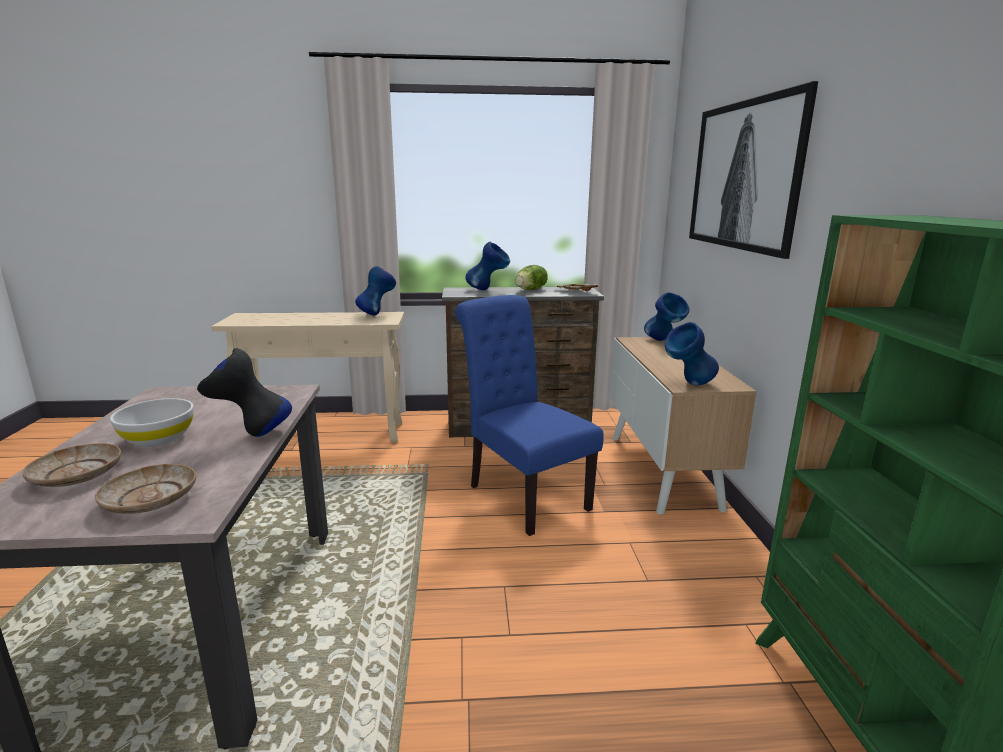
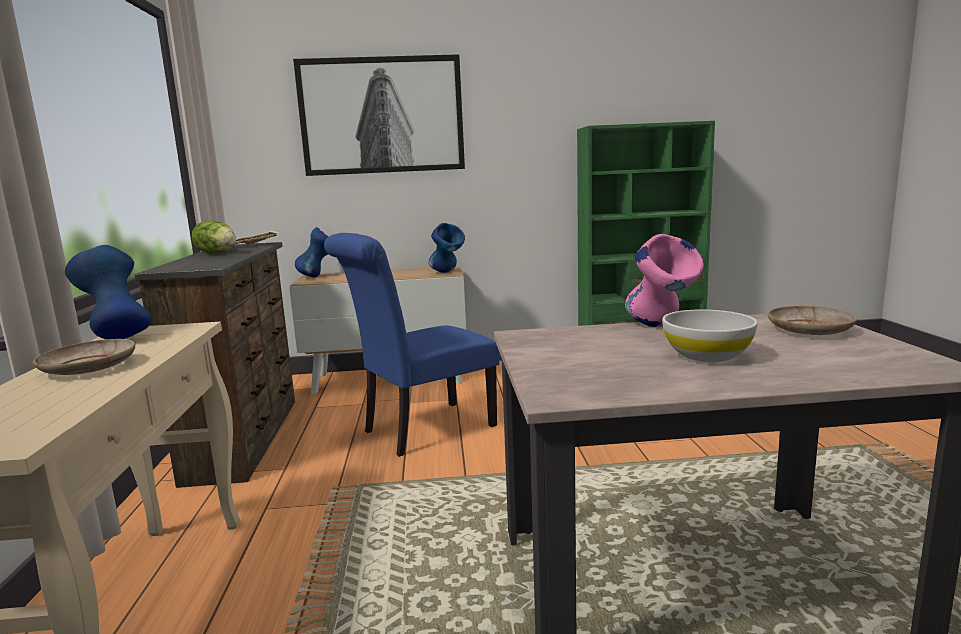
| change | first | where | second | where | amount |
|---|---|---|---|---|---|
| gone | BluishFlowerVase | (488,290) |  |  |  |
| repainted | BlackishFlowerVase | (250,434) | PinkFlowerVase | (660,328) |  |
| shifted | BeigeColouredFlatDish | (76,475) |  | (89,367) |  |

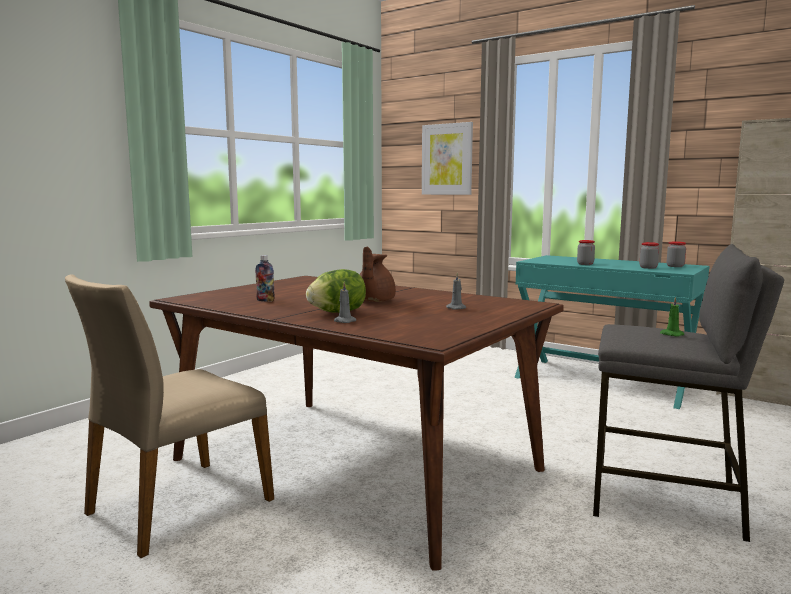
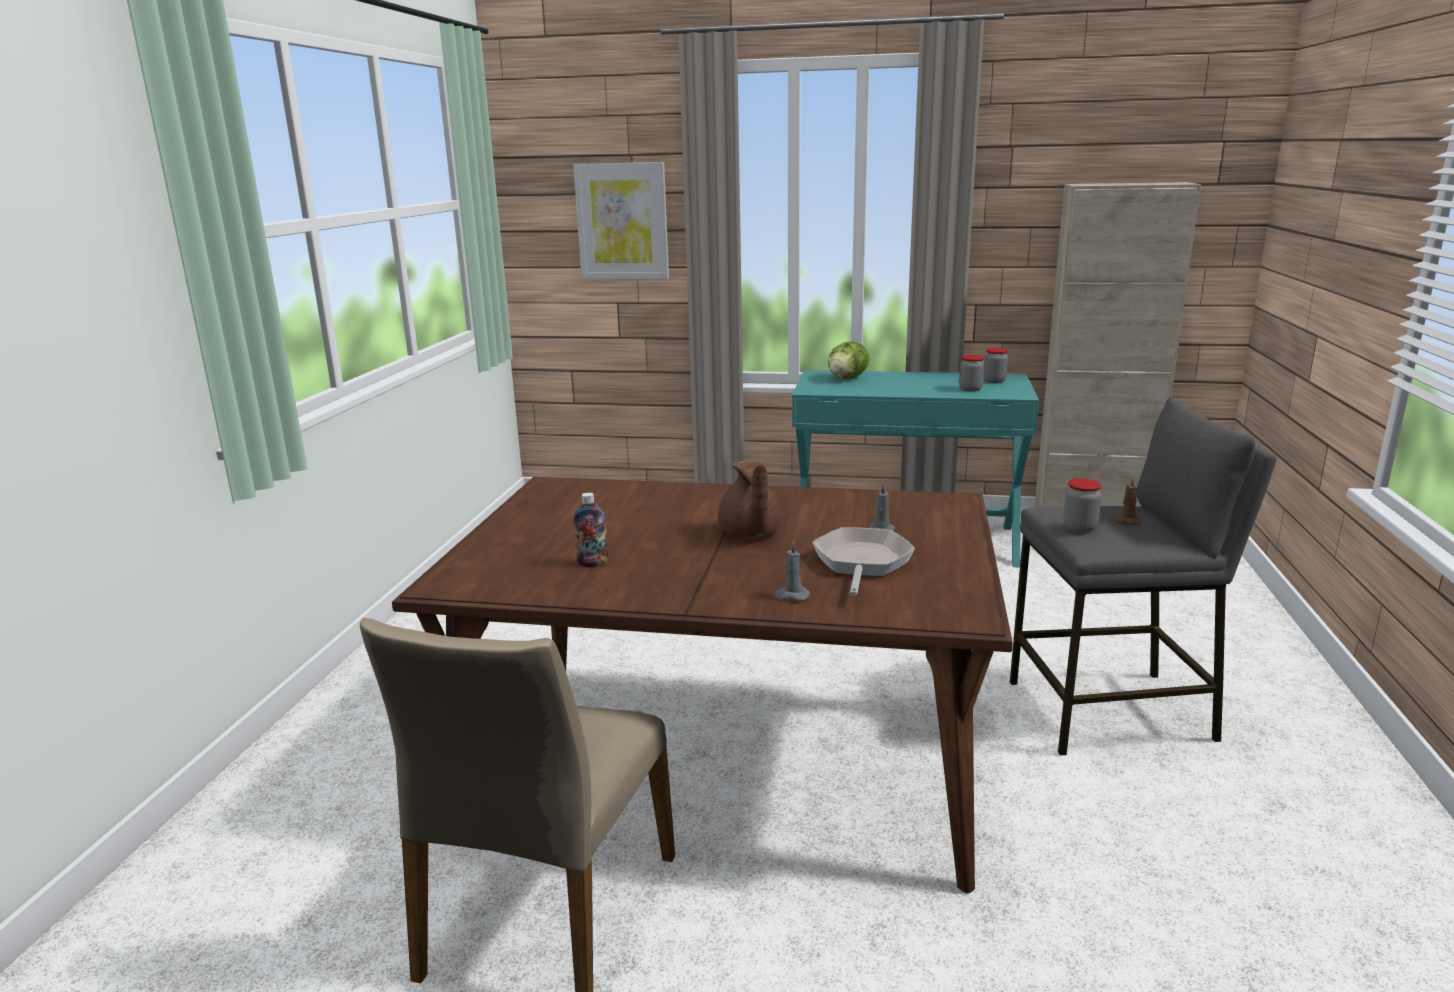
| change | first | where | second | where | amount |
|---|---|---|---|---|---|
| shifted | PreserveJar | (585,264) |  | (1079,528) |  |
| shifted | Lettuce | (337,312) |  | (847,378) |  |
| repainted | GreenishWaxCandle | (671,334) | BrownishWaxCandle | (1125,521) |  |
| new |  |  | FryingPan | (861,563) |  |

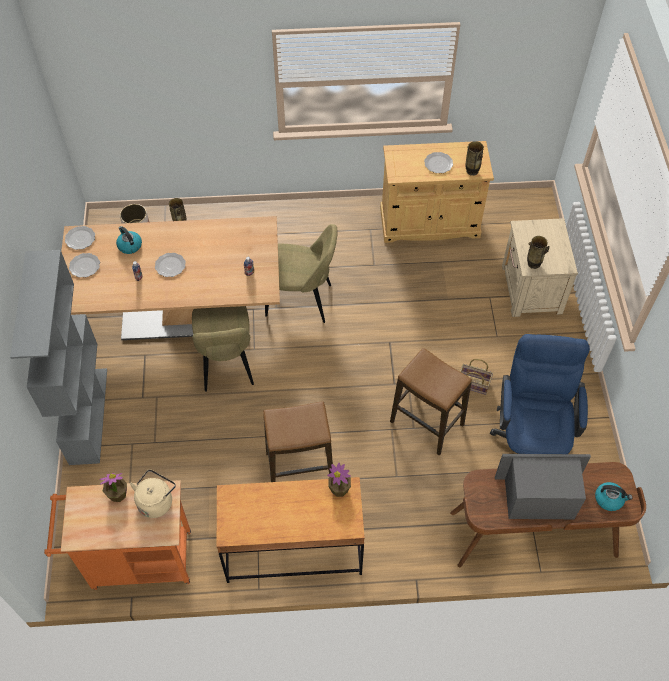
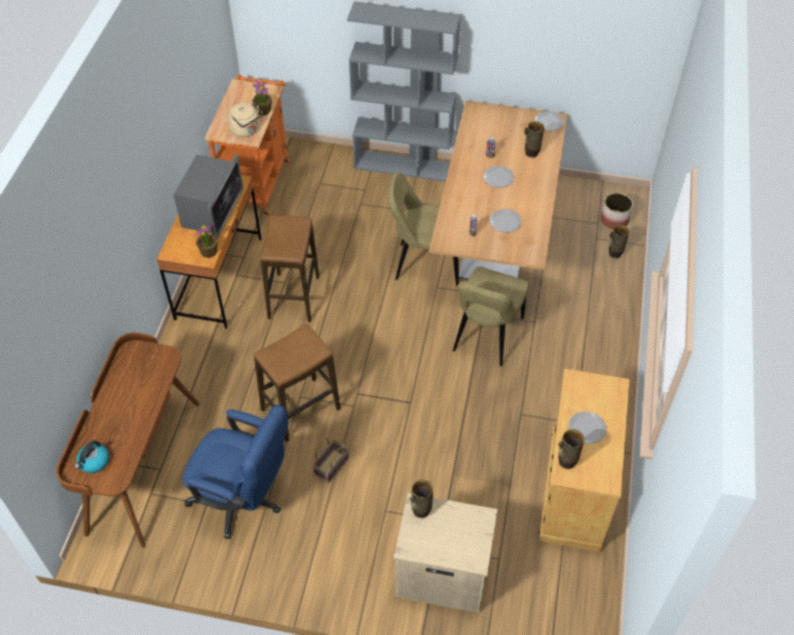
| change | first | where | second | where | amount |
|---|---|---|---|---|---|
| swapped | WaterKettle | (129,245) | FlowerVase | (531,153) |  |
| shifted | FlatDish | (85,266) |  | (505,222) |  |
| shifted | Microwave | (538,497) |  | (211,210) |  |

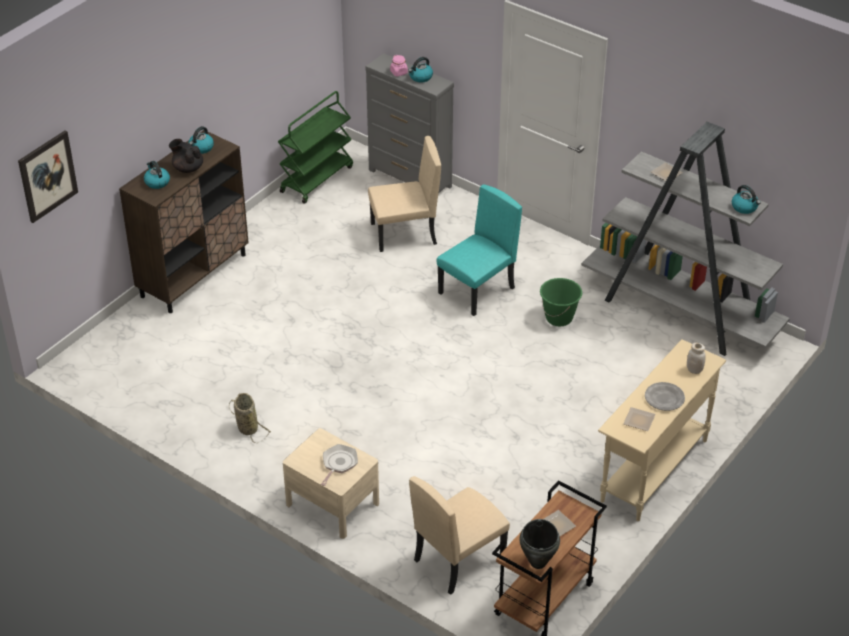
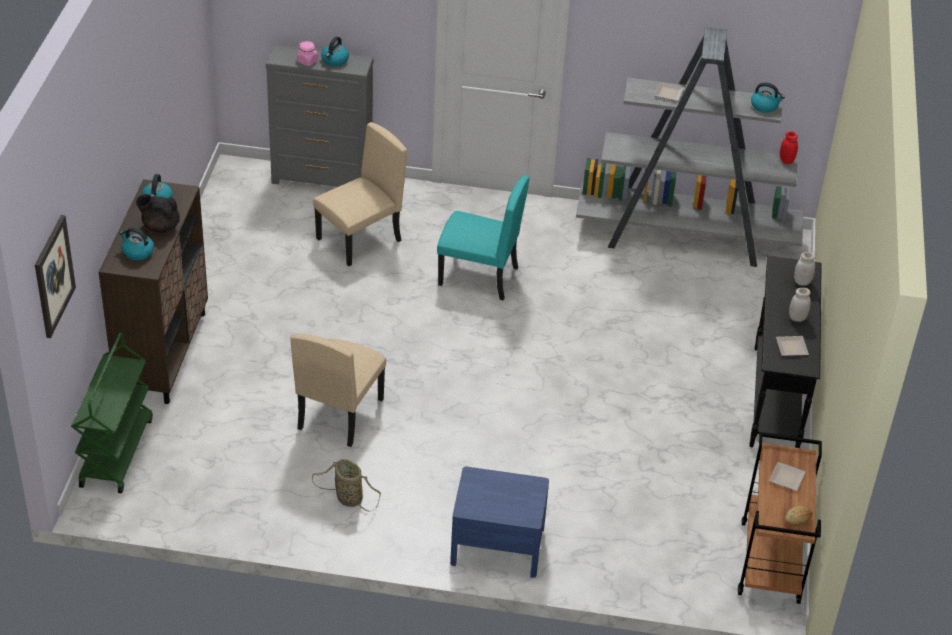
| change | first | where | second | where | amount |
|---|---|---|---|---|---|
| shifted | GreenishWheeledCart | (316,179) |  | (116,452) |  |
| rotated | TurquoiseColouredPlainChair | (477,291) |  | (478,276) | 90 degrees clockwise |
| gone | GreenishPail | (559,318) |  |  |  |
| repainted | BeigeColouredHallTable | (653,470) | BlackishHallTable | (775,399) |  |
| swapped | GreyFlatDish | (664,398) | WhitePreserveJar | (797,318) |  |
| repainted | BeigeColouredBedsideTable | (332,504) | BluishBedsideTable | (497,545) |  |
| gone | FryingPan | (338,464) |  |  |  |
| shifted | BeigeColouredPlainChair | (458,559) |  | (339,413) |  |
| swapped | BlackishCookingPot | (538,562) | BakeryBread | (798,520) |  |
| new |  |  | RedPreserveJar | (786,160) |  |

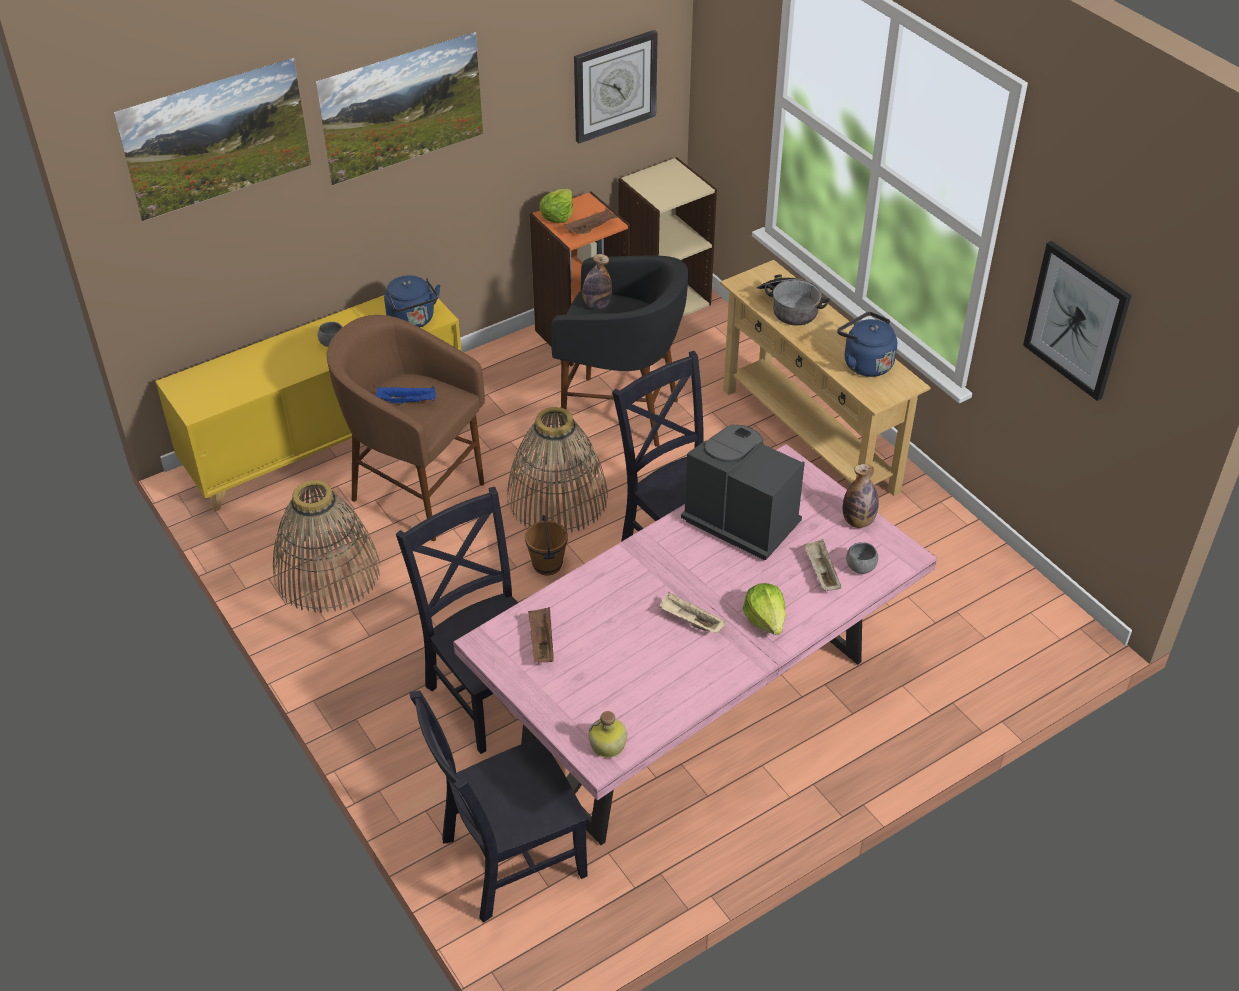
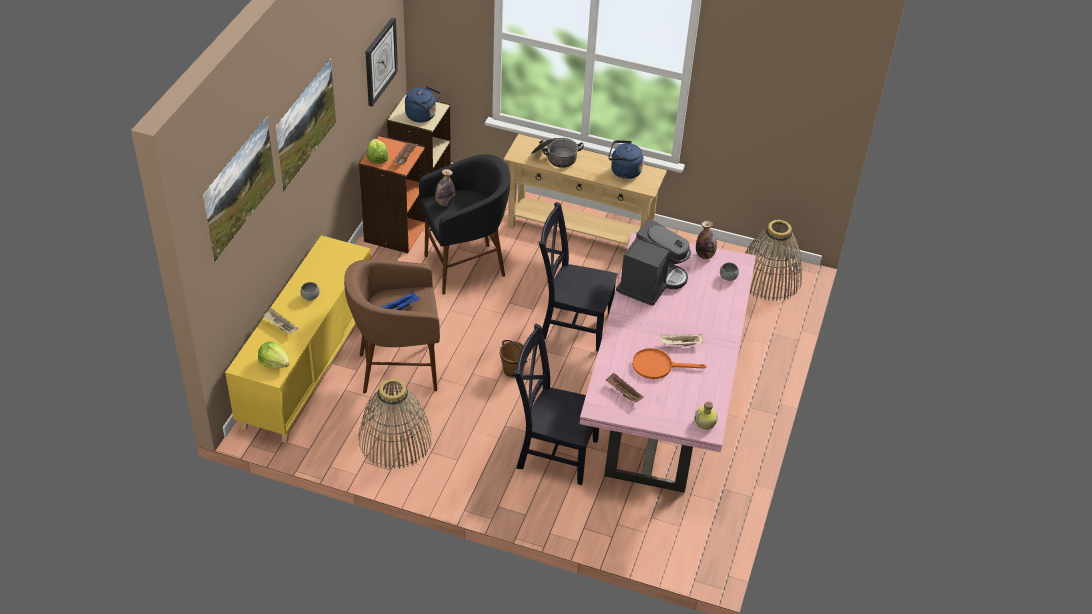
| change | first | where | second | where | amount |
|---|---|---|---|---|---|
| gone | WallArt | (1077,320) |  |  |  |
| shifted | BluishWaterKettle | (413,320) |  | (423,116) |  |
| shifted | StorageBasket | (557,498) |  | (769,278) |  |
| rotated | CoffeeBrewer | (740,519) |  | (650,282) | 120 degrees clockwise |
| shifted | BeigeColouredCarryingTray | (821,573) |  | (280,326) |  |
| shifted | Lettuce | (765,619) |  | (274,362) |  |
| gone | BlackishPlainChair | (507,859) |  |  |  |
| new |  |  | OrangeyFryingPan | (658,366) |  |

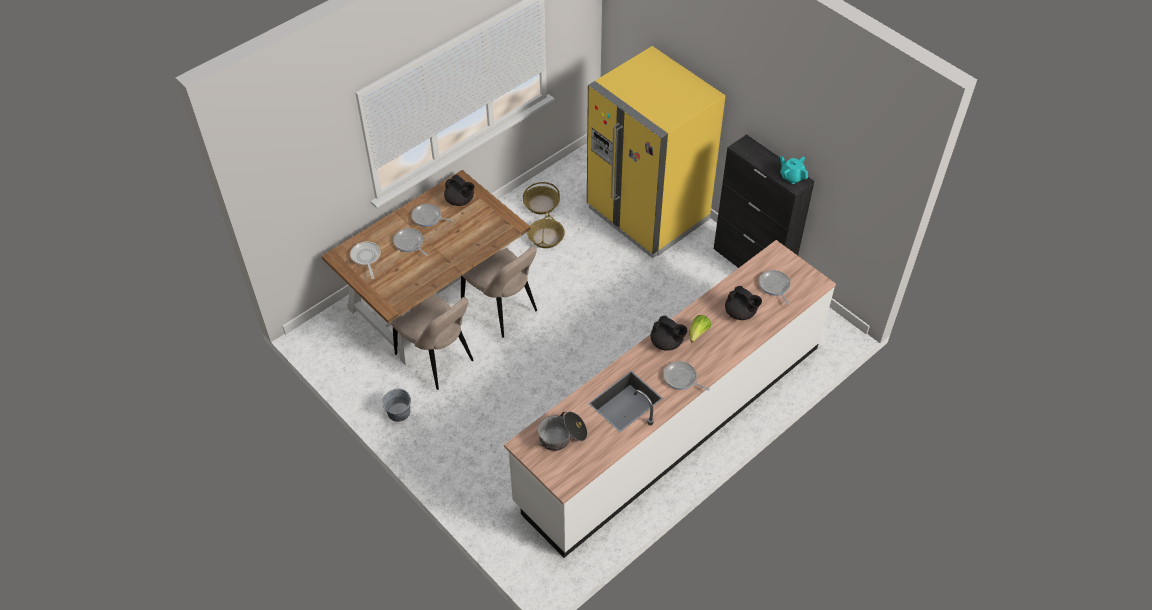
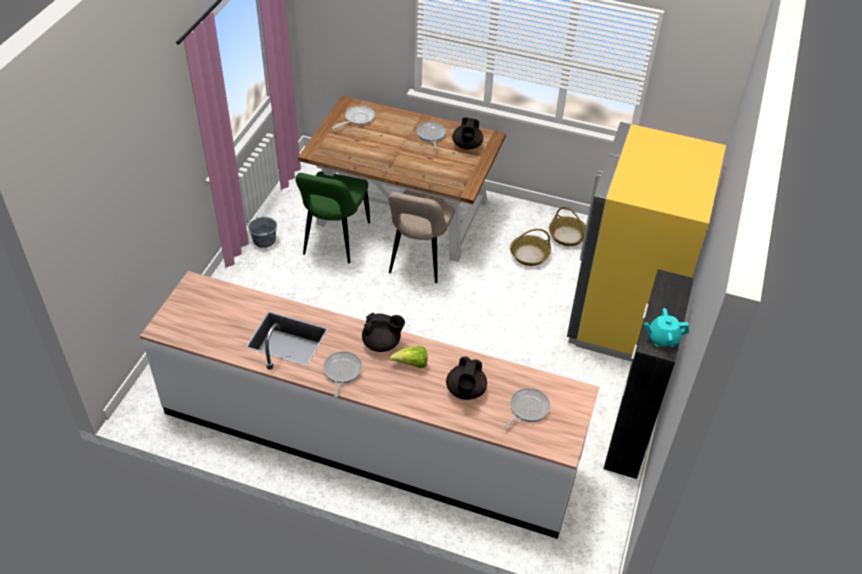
| change | first | where | second | where | amount |
|---|---|---|---|---|---|
| rotated | TurquoiseColouredPotForTea | (791,176) |  | (662,338) | 105 degrees counterclockwise |
| gone | FryingPan | (409,243) |  |  |  |
| repainted | BeigeColouredPlainChair | (437,359) | GreenishPlainChair | (335,240) |  |
| rotated | BlackishPotForTea | (667,343) |  | (382,343) | 90 degrees counterclockwise |
| gone | CookingPot | (562,437) |  |  |  |

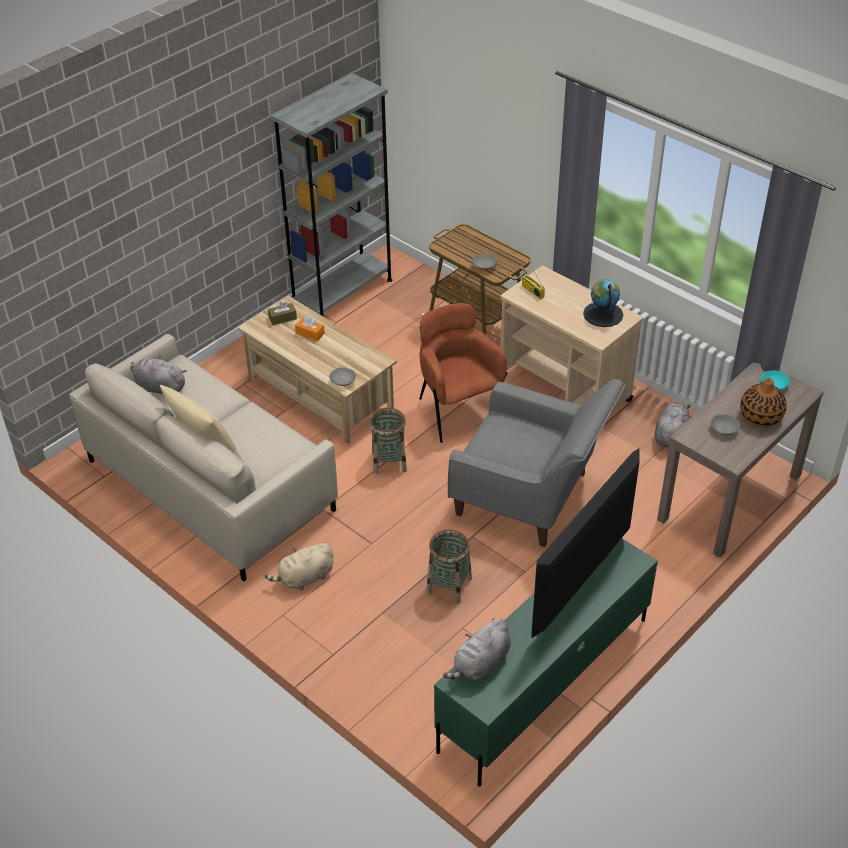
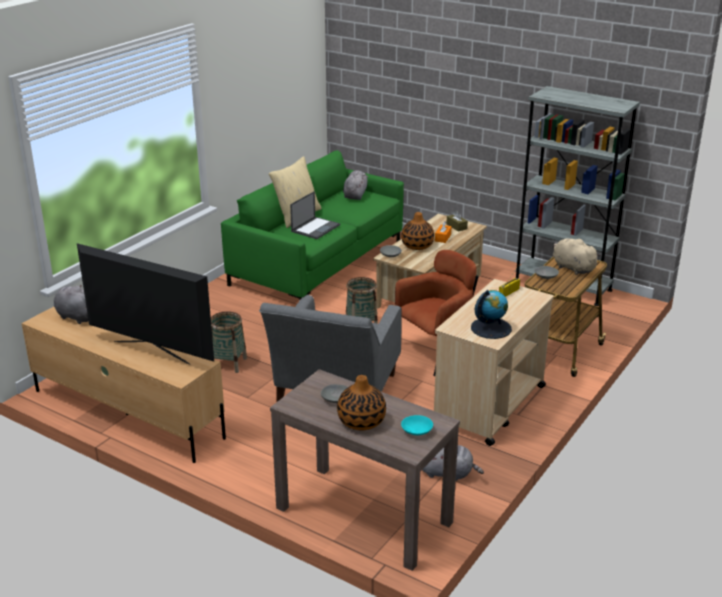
| change | first | where | second | where | amount |
|---|---|---|---|---|---|
| repainted | BeigeColouredCouch | (210,484) | GreenishCouch | (318,263) |  |
| repainted | GreenishTvStand | (543,684) | BeigeColouredTvStand | (127,413) |  |
| shifted | BeigeColouredPlushToy | (304,578) |  | (572,268) |  |
| new |  |  | PortableComputer | (315,228) |  |
| new |  |  | FlowerVase | (417,245) |  |

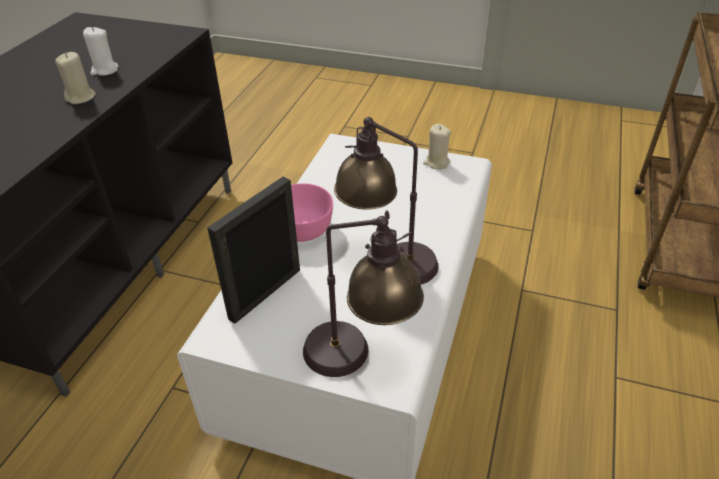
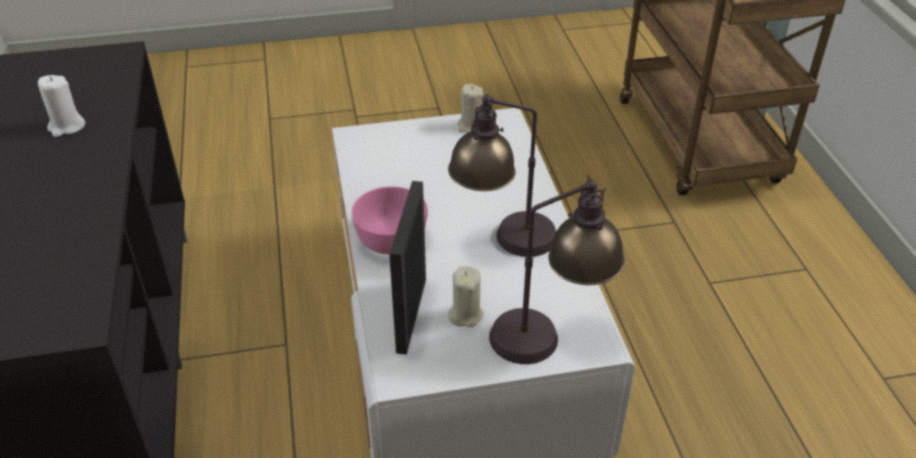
| change | first | where | second | where | amount |
|---|---|---|---|---|---|
| shifted | BeigeColouredWaxCandle | (81,97) |  | (465,314) |  |

